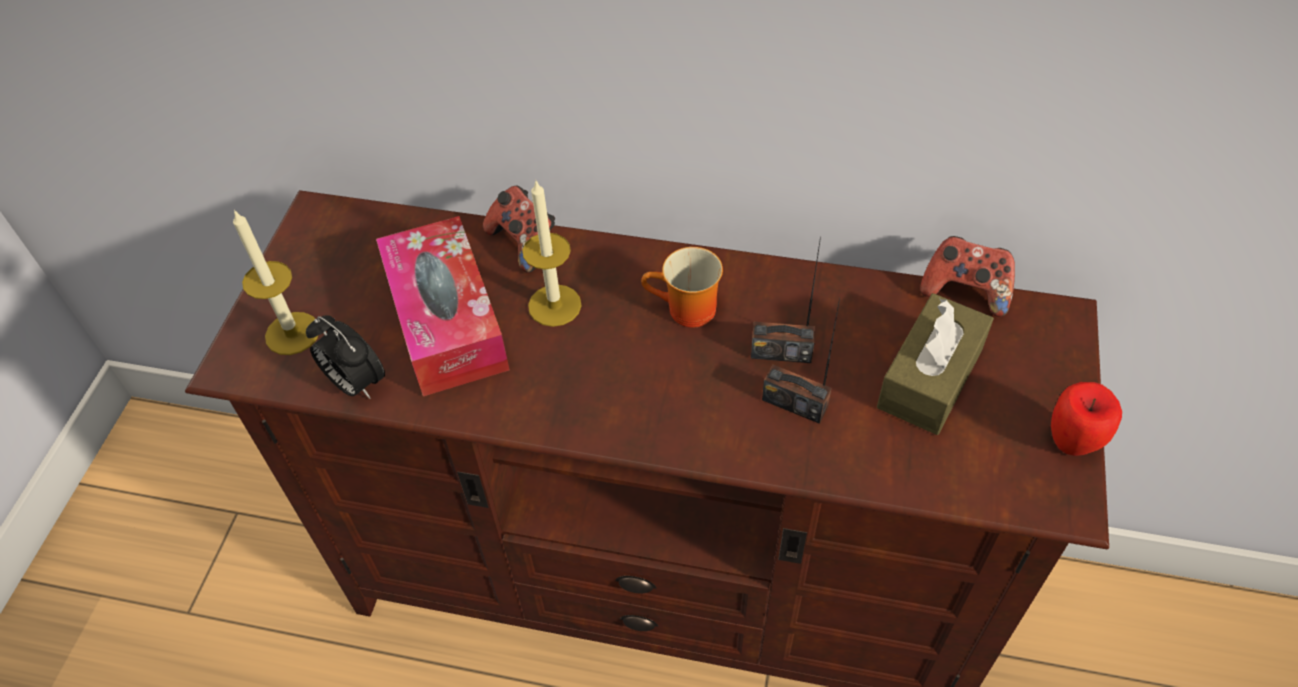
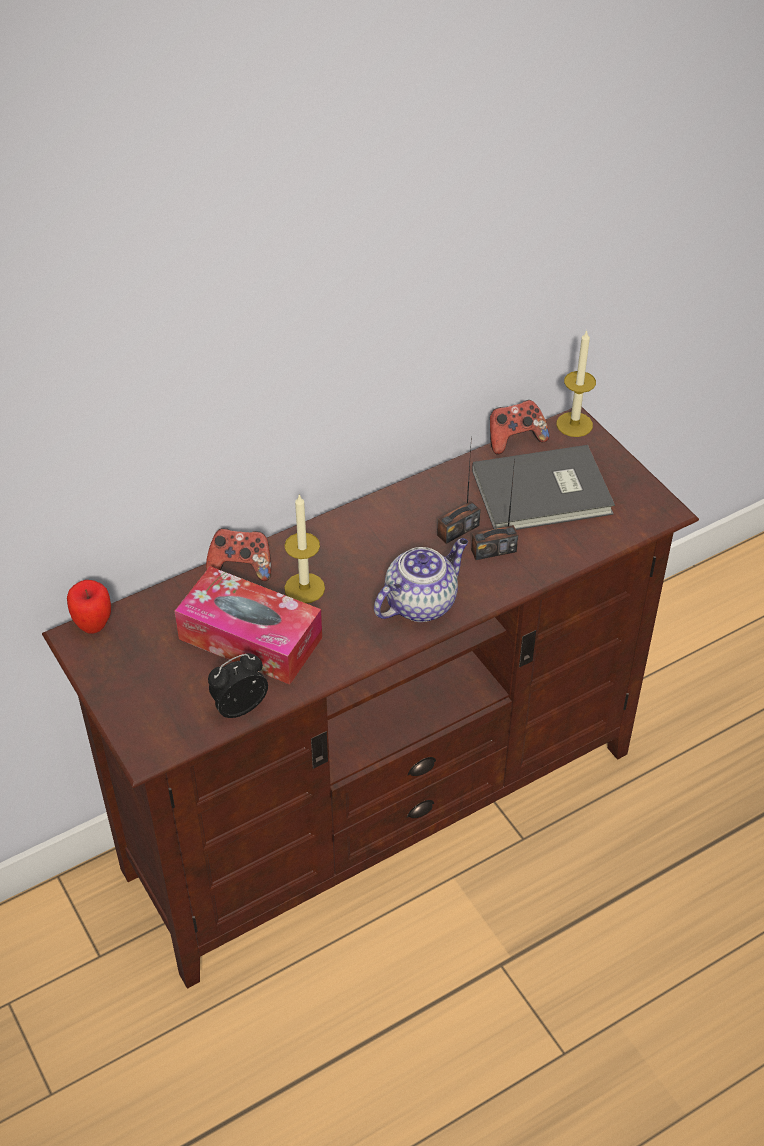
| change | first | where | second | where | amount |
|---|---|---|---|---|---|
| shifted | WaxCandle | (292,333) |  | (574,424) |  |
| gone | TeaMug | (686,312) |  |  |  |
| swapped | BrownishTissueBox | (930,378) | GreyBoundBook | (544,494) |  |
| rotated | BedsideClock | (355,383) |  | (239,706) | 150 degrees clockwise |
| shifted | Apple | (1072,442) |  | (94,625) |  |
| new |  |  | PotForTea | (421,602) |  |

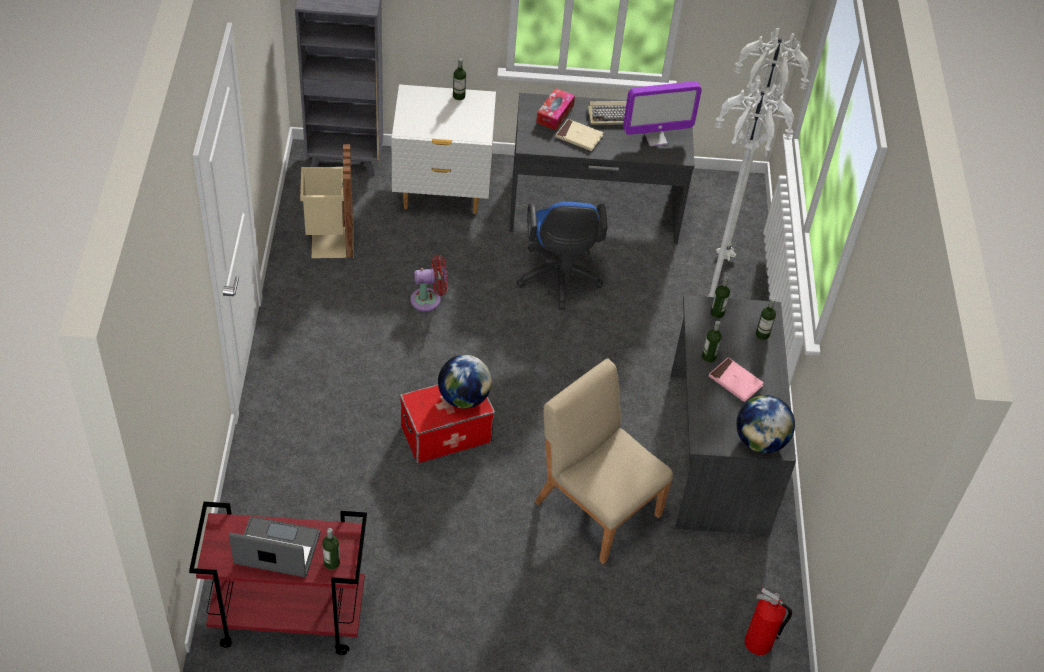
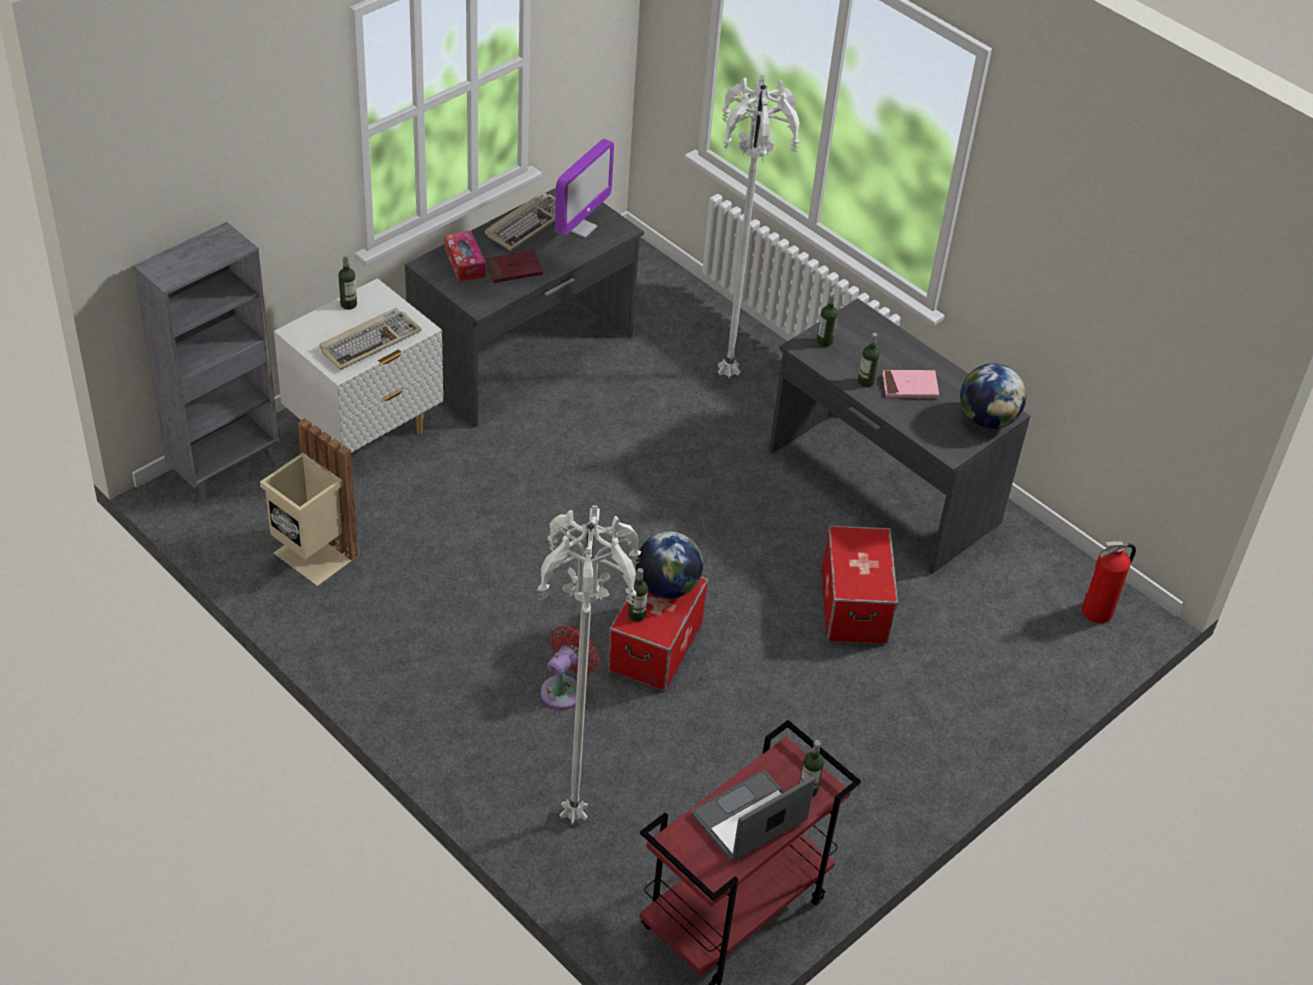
| change | first | where | second | where | amount |
|---|---|---|---|---|---|
| shifted | WhiteStandardLamp | (726,258) |  | (576,815) |  |
| repainted | BeigeColouredBoundBook | (579,137) | RedBoundBook | (514,269) |  |
| gone | BluishDeskChair | (559,280) |  |  |  |
| shifted | RedElectricFan | (429,299) |  | (564,689) |  |
| shifted | DrinkBottle | (762,334) |  | (636,615) |  |
| swapped | BeigeColouredPlainChair | (597,507) | StorageContainer | (853,605) |  |
| new |  |  | PcKeyboard | (370,341) |  |

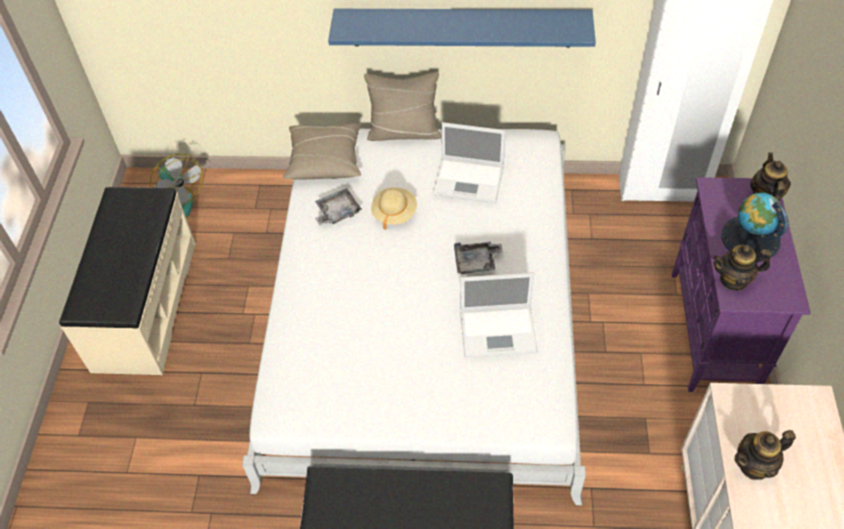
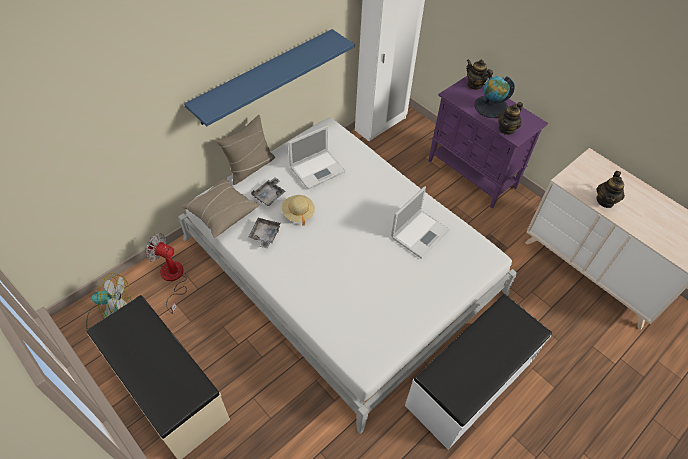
| change | first | where | second | where | amount |
|---|---|---|---|---|---|
| shifted | GreyCarryingTray | (476,262) |  | (269,195) |  |
| new |  |  | ElectricFan | (172,279) |  |

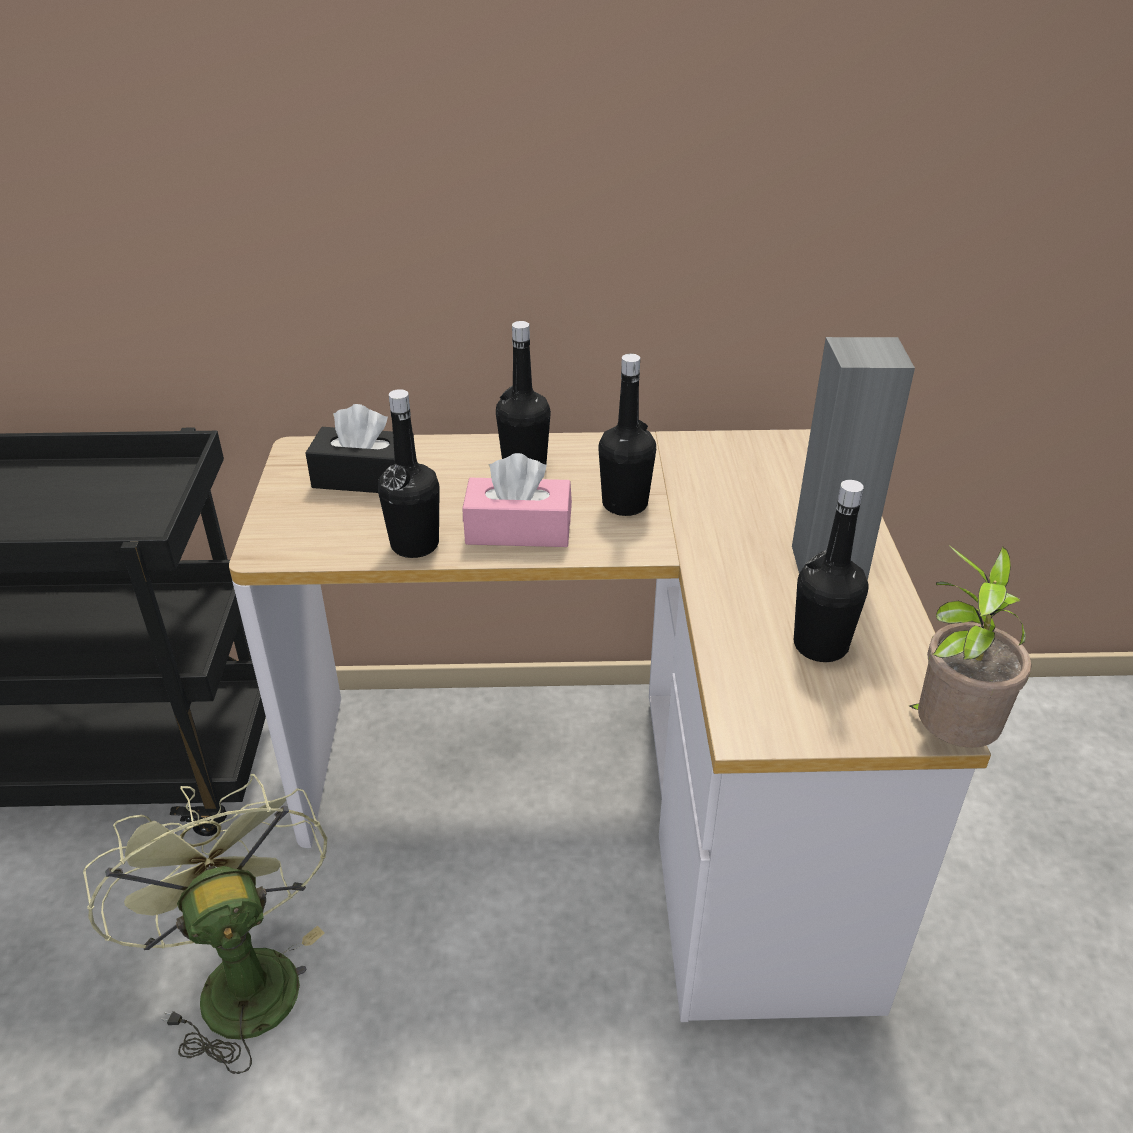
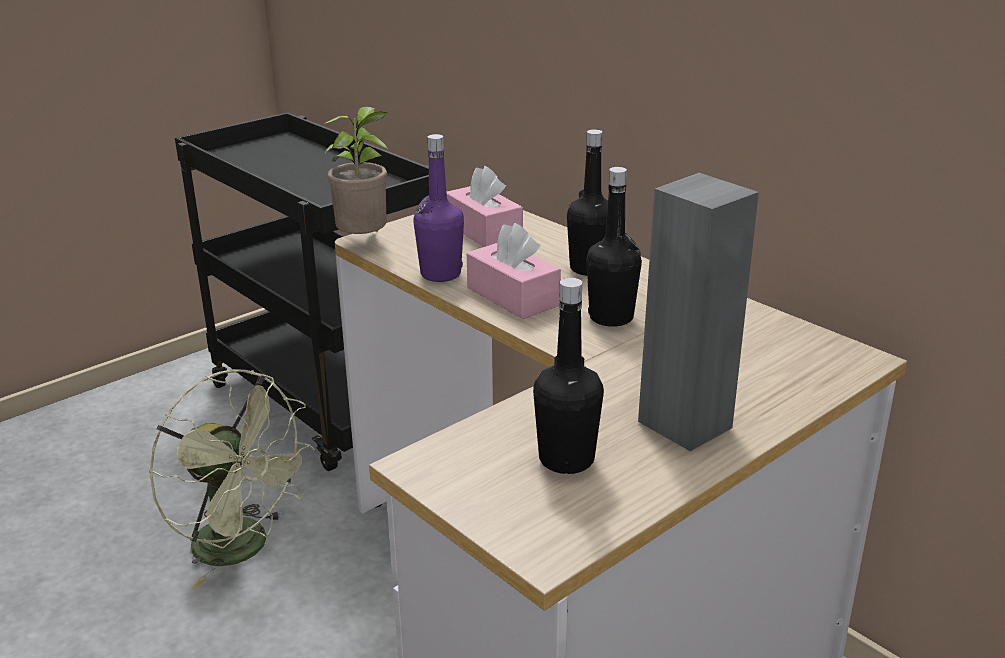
| change | first | where | second | where | amount |
|---|---|---|---|---|---|
| repainted | BlackishDrinkBottle | (415,545) | PurplishDrinkBottle | (440,274) |  |
| repainted | BlackishTissueBox | (364,478) | PinkTissueBox | (483,232) |  |
| shifted | Houseplant | (947,738) |  | (365,243) |  |
| rotated | GreenishElectricFan | (240,976) |  | (244,548) | 105 degrees clockwise |

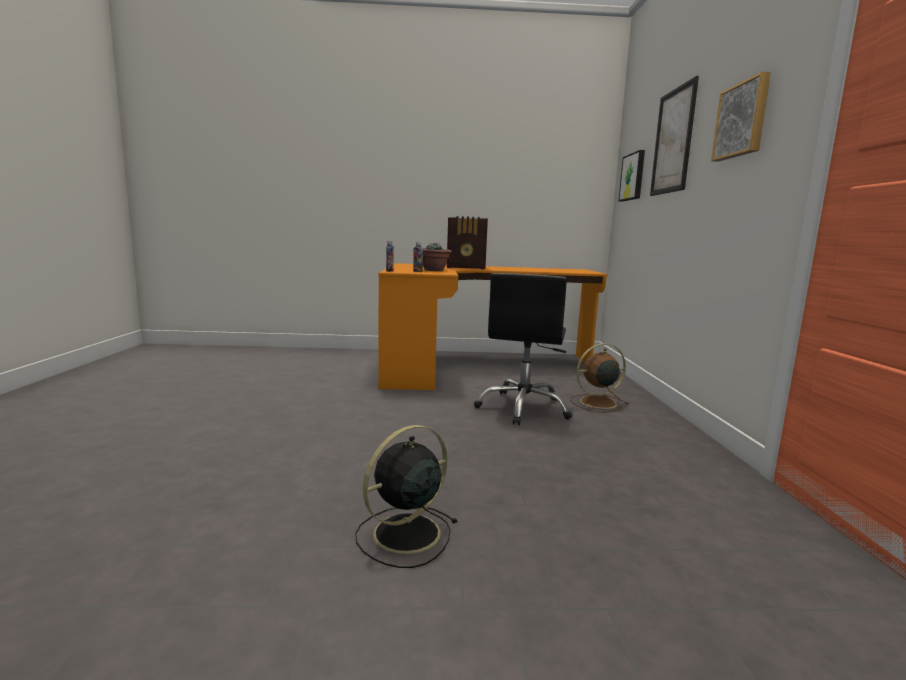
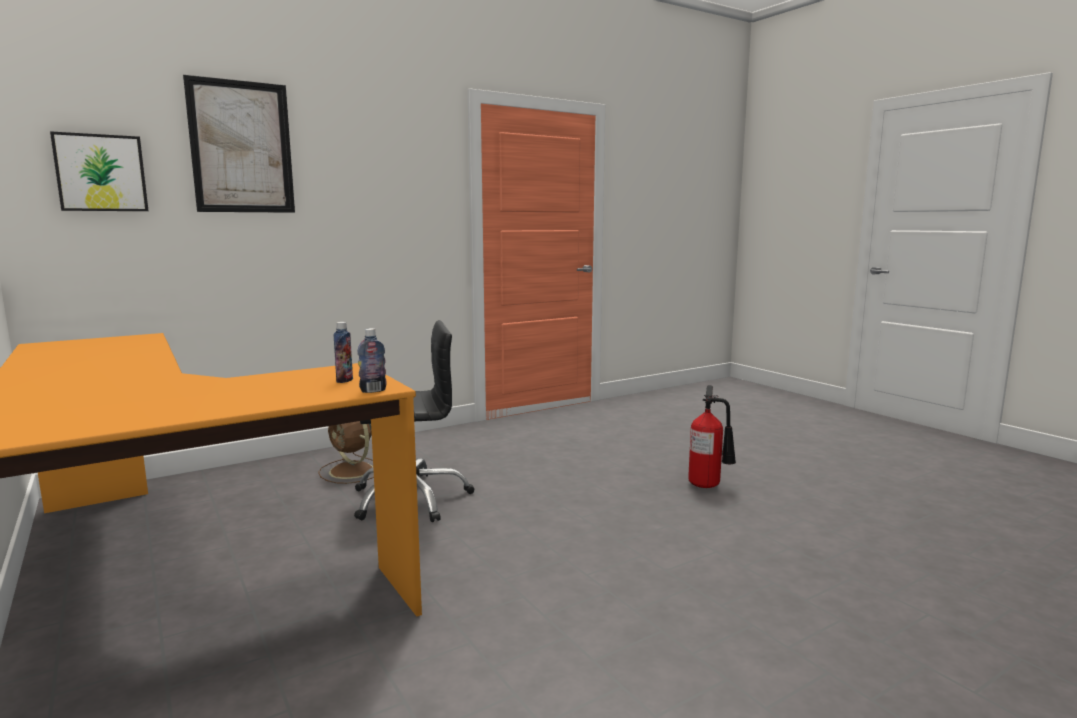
| change | first | where | second | where | amount |
|---|---|---|---|---|---|
| gone | WallArt | (742,120) |  |  |  |
| gone | RadioSet | (467,268) |  |  |  |
| gone | Houseplant | (434,270) |  |  |  |
| swapped | BlackishElectricFan | (404,534) | FireExtinguisher | (708,485) |  |

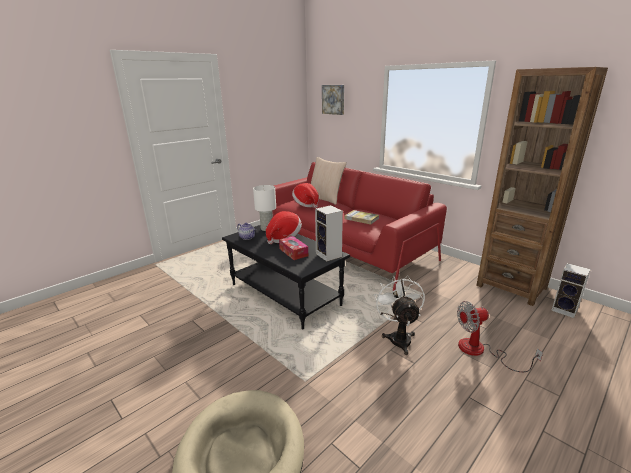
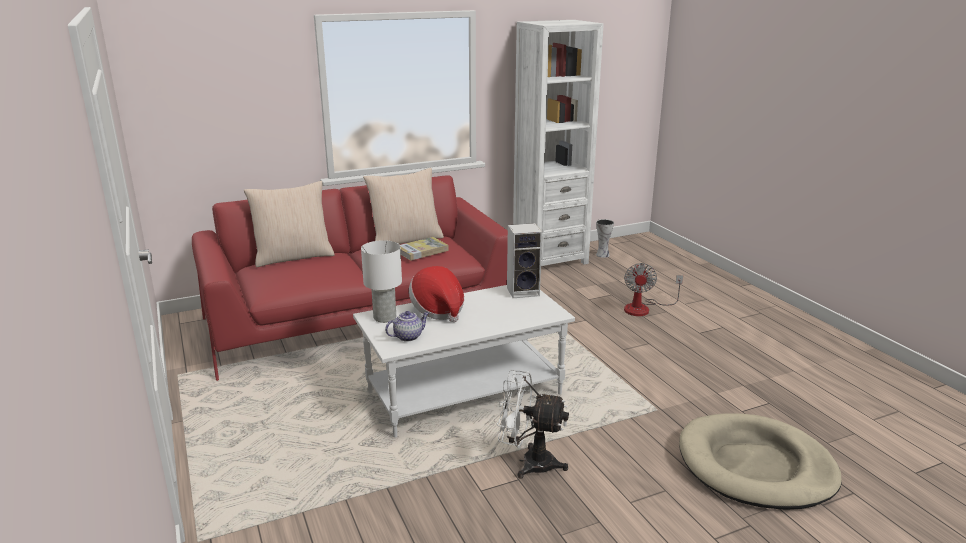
| change | first | where | second | where | amount |
|---|---|---|---|---|---|
| repainted | BrownishShelvingUnit | (511,286) | WhiteShelvingUnit | (549,259) |  |
| gone | WallArt | (333,99) |  |  |  |
| gone | WearableHat | (306,204) |  |  |  |
| repainted | BlackishLowTable | (285,294) | WhiteLowTable | (465,393) |  |
| gone | TissueBox | (293,252) |  |  |  |
| swapped | Speaker | (565,310) | FlowerVase | (602,254) |  |
| shifted | WhiteElectricFan | (398,337) |  | (529,462) |  |
| new |  |  | BeigeColouredCushion | (405,240) |  |

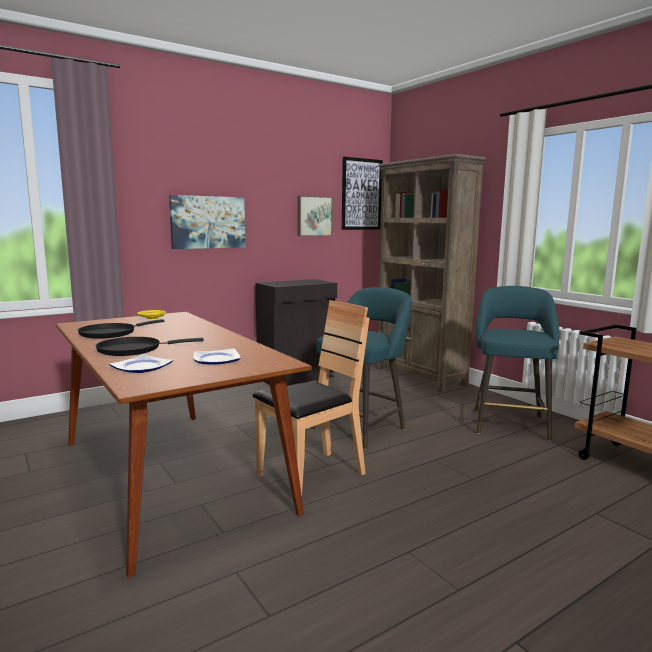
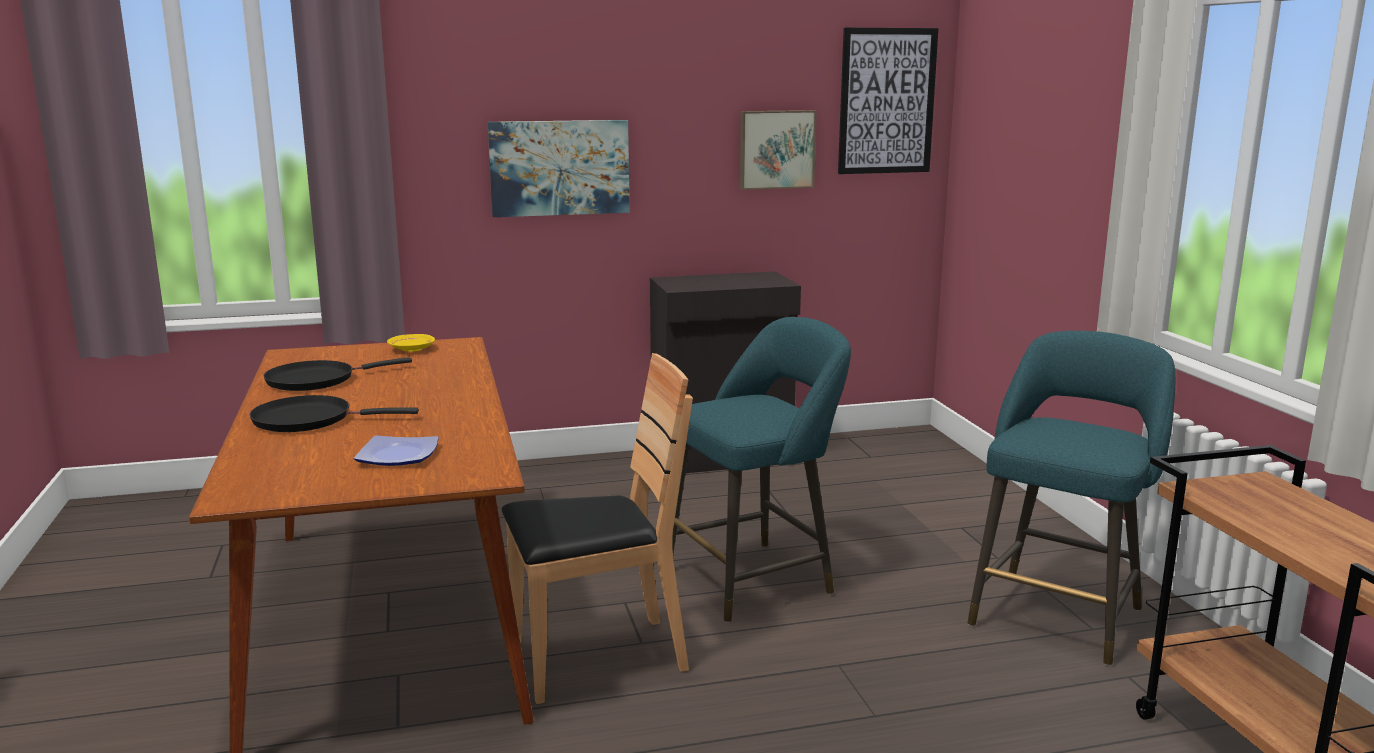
| change | first | where | second | where | amount |
|---|---|---|---|---|---|
| gone | BrownishShelvingUnit | (420,376) |  |  |  |
| gone | FlatDish | (140,367) |  |  |  |

